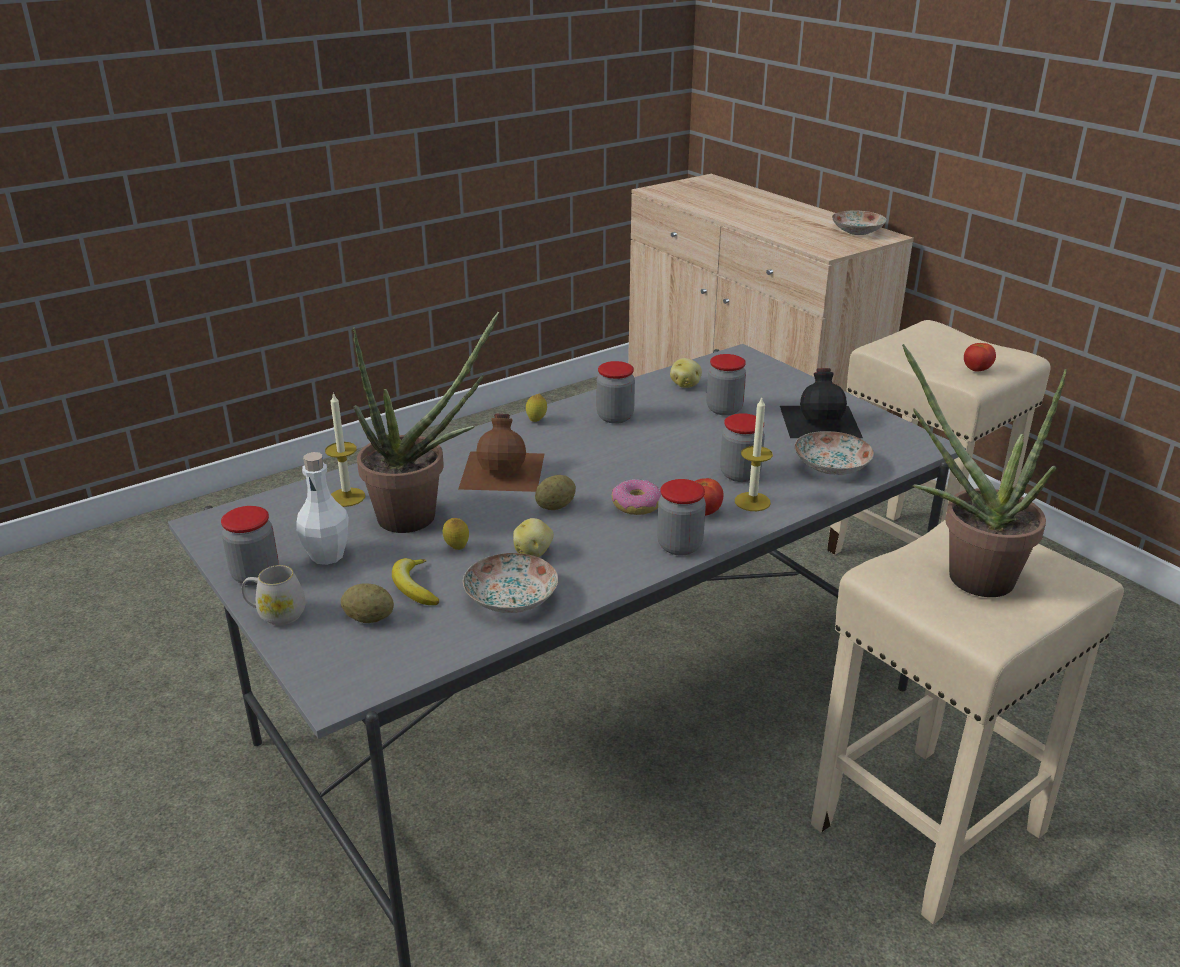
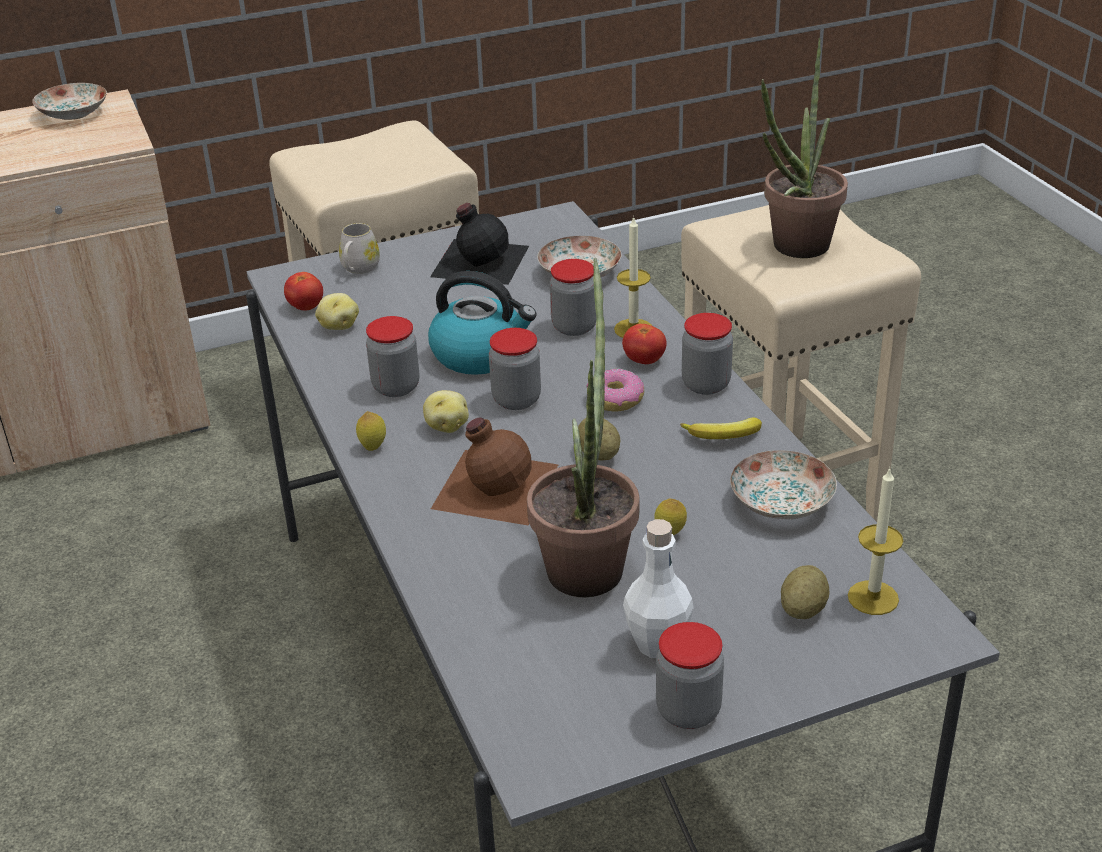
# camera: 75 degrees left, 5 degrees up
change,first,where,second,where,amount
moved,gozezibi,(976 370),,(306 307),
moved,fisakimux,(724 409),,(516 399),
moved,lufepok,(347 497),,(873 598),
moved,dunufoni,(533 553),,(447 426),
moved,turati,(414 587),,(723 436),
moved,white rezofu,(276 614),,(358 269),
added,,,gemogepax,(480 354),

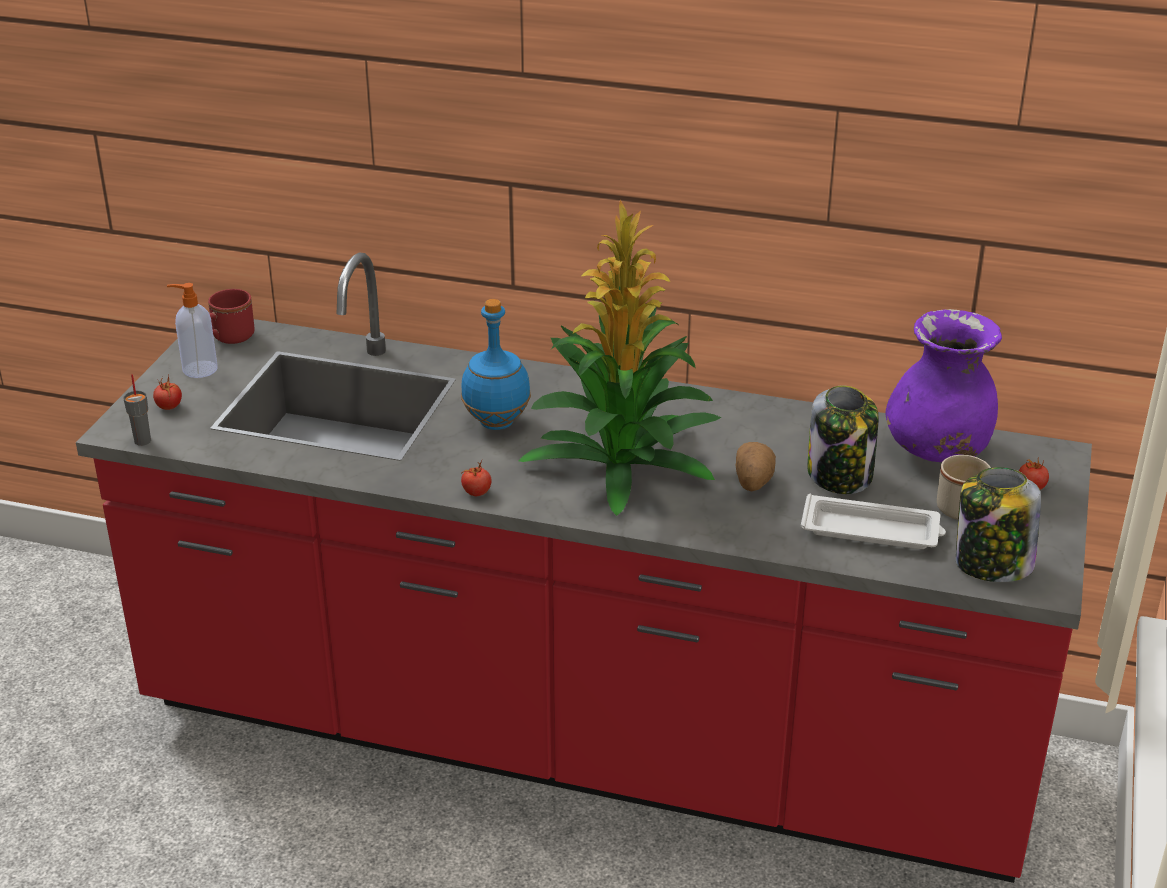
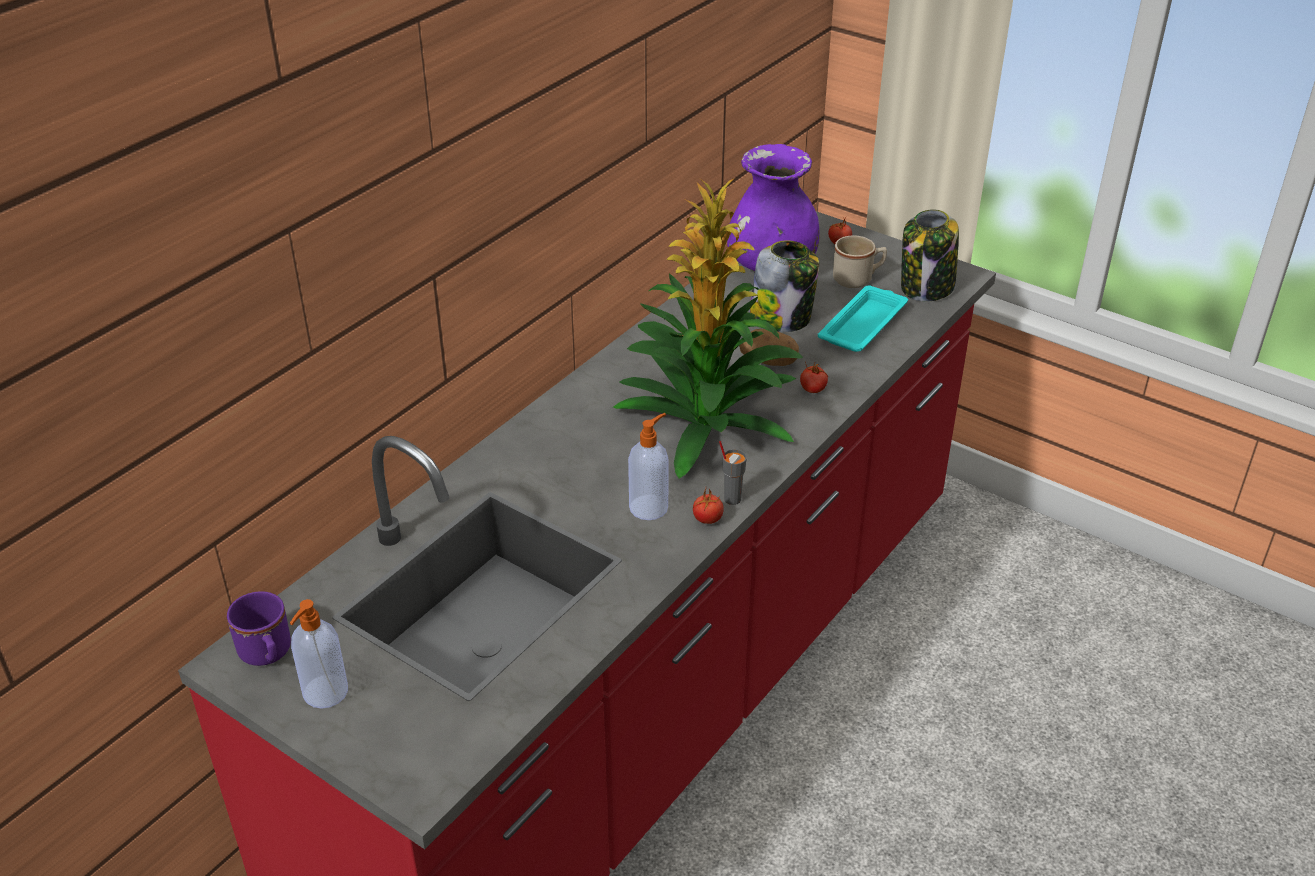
# camera: 70 degrees left, 5 degrees up
change,first,where,second,where,amount
recoloured,red rezofu,(229 338),purple rezofu,(267 655),
removed,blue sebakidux,(497 423),,,
moved,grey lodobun,(143 440),,(732 499),
moved,gozezibi,(169 407),,(813 389),
recoloured,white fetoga,(872 531),turquoise fetoga,(863 324),
added,,,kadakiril,(649 507),

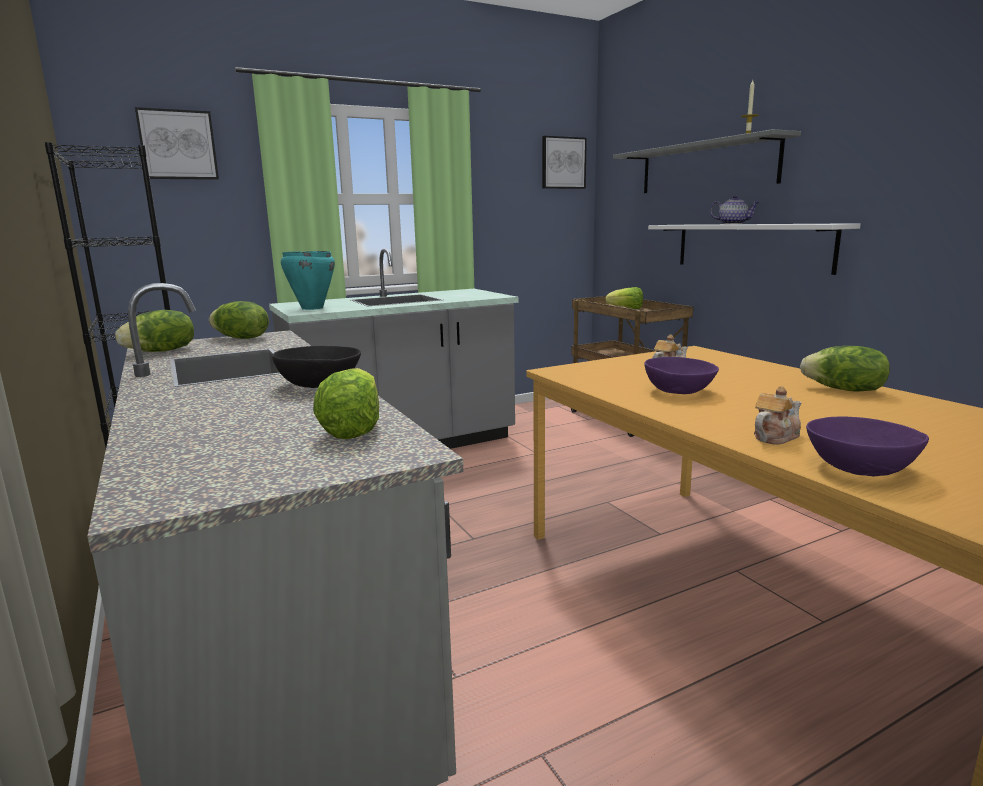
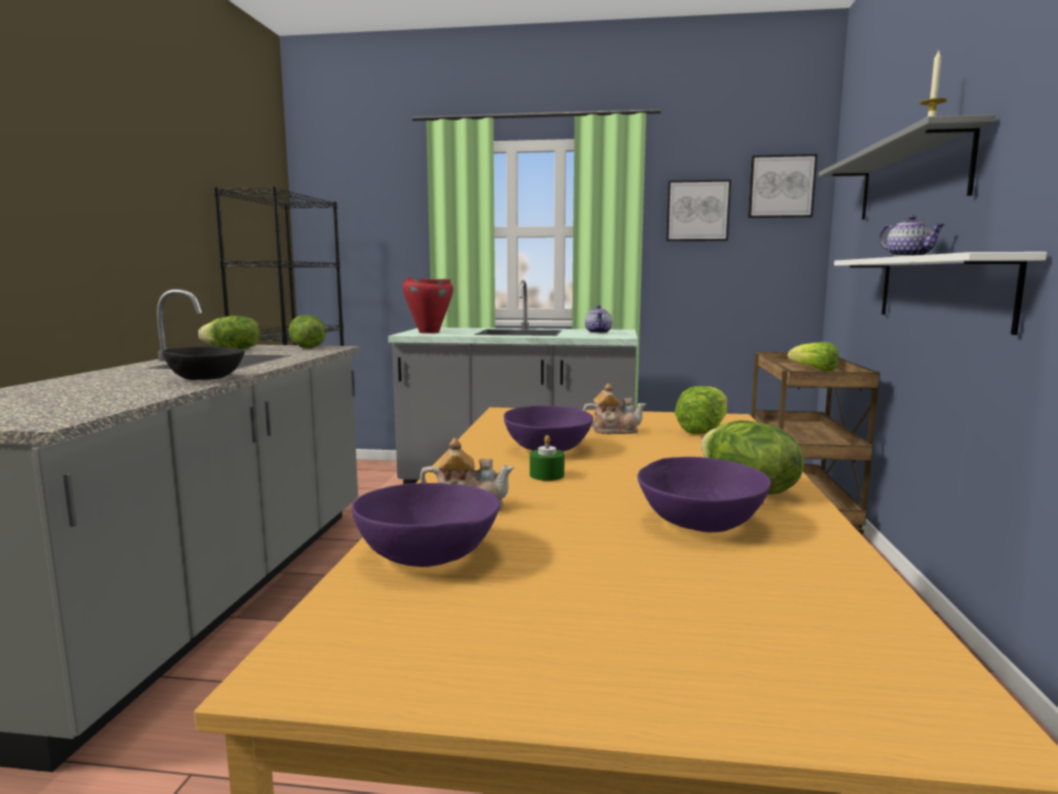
# camera: 35 degrees right, 5 degrees down
change,first,where,second,where,amount
moved,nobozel,(178 145),,(697 211),
recoloured,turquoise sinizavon,(311 308),red sinizavon,(428 332),
moved,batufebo,(353 428),,(703 430),
added,,,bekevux,(599 332),
added,,,green lufepok,(547 475),
added,,,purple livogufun,(701 523),

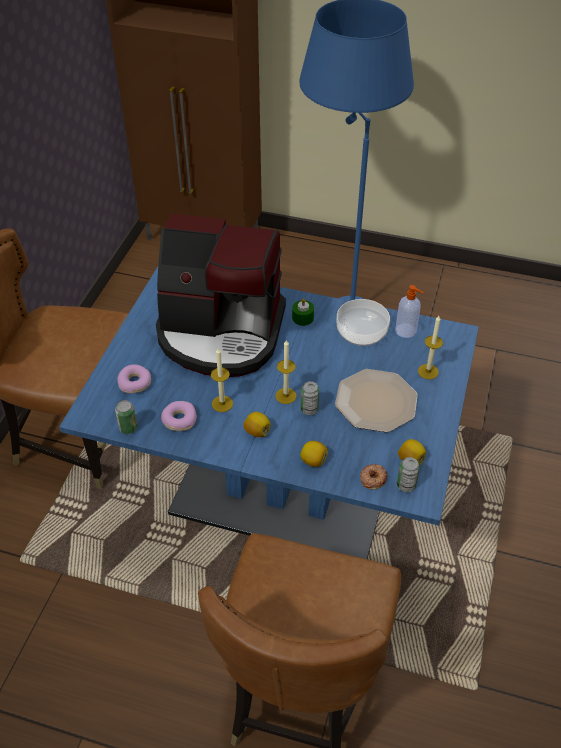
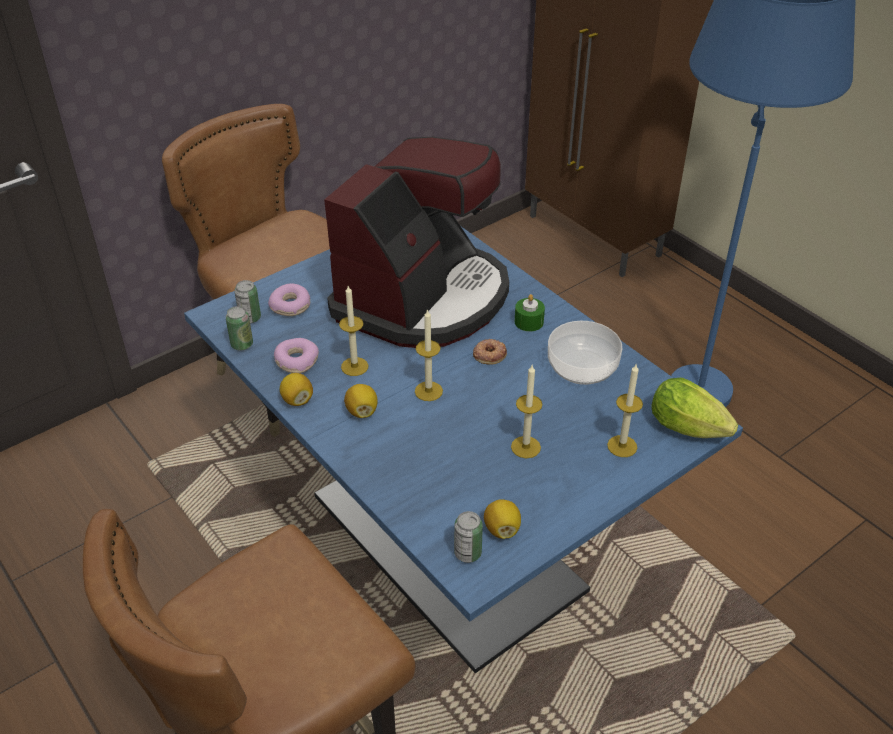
# camera: 35 degrees right, 5 degrees down
change,first,where,second,where,amount
turned,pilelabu,(221 333),,(423 298),105 degrees counterclockwise
removed,kadakiril,(406 331),,,
replaced,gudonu,(376 401),lufepok,(525 447),
moved,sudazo,(309 409),,(250 318),
moved,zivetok,(313 461),,(297 400),
moved,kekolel,(372 478),,(489 354),
added,,,batufebo,(691 430),

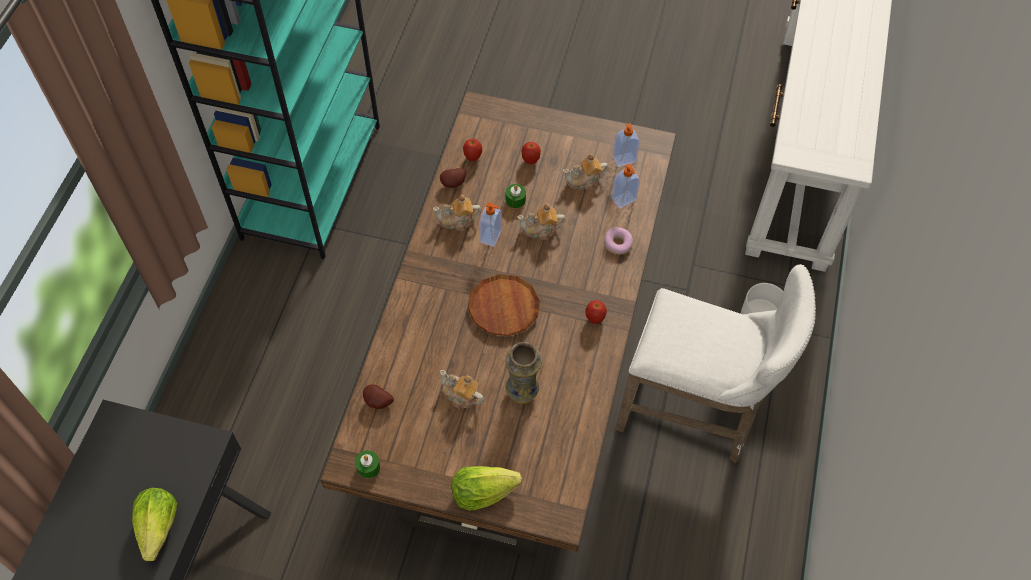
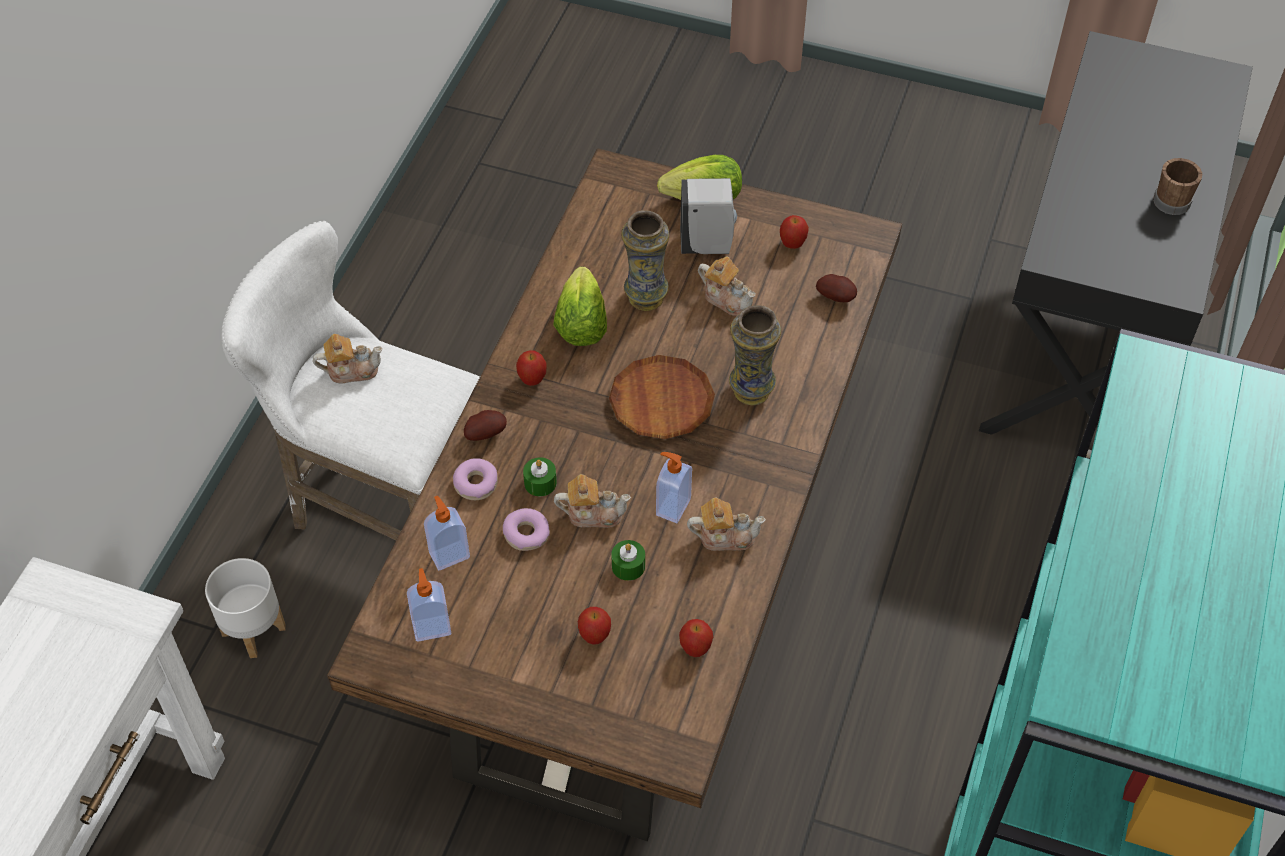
# camera: 175 degrees left, 5 degrees down
change,first,where,second,where,amount
moved,bekevux,(584 181),,(351 370),
moved,dunufoni,(454 184),,(485 433),
moved,green lufepok,(368 467),,(540 483),
moved,batufebo,(159 527),,(581 325),
added,,,brown rezofu,(1173 199),
added,,,white kadakiril,(708 245),
added,,,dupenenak,(792 244),
added,,,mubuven,(750 391),
added,,,kekolel,(526 534),

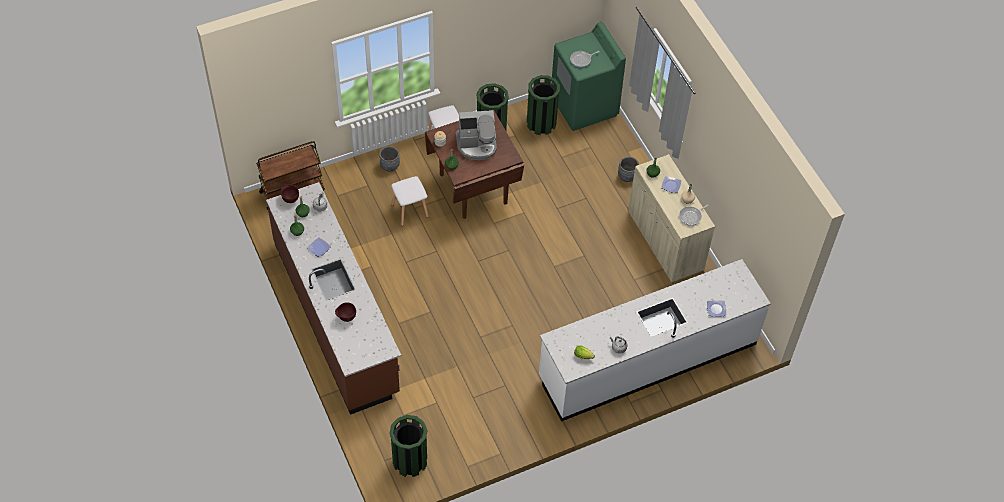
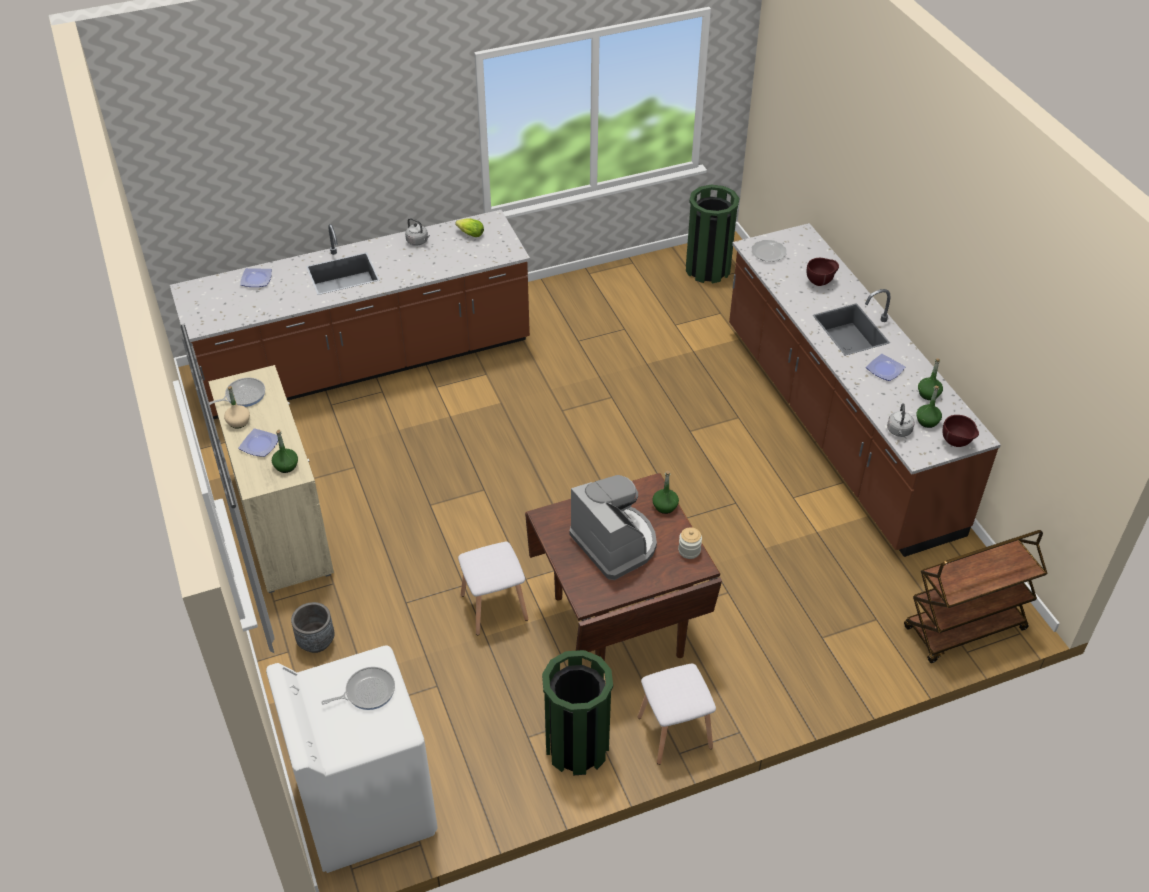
# camera: 175 degrees left, 10 degrees down
change,first,where,second,where,amount
recoloured,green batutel,(584 106),white batutel,(365 805),
removed,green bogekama,(541 123),,,
turned,pilelabu,(477 145),,(615 543),60 degrees clockwise
removed,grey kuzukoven,(389 166),,,
moved,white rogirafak,(409 210),,(495 608),
recoloured,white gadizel,(647 360),brown gadizel,(365 363),
added,,,gudonu,(768 252),

